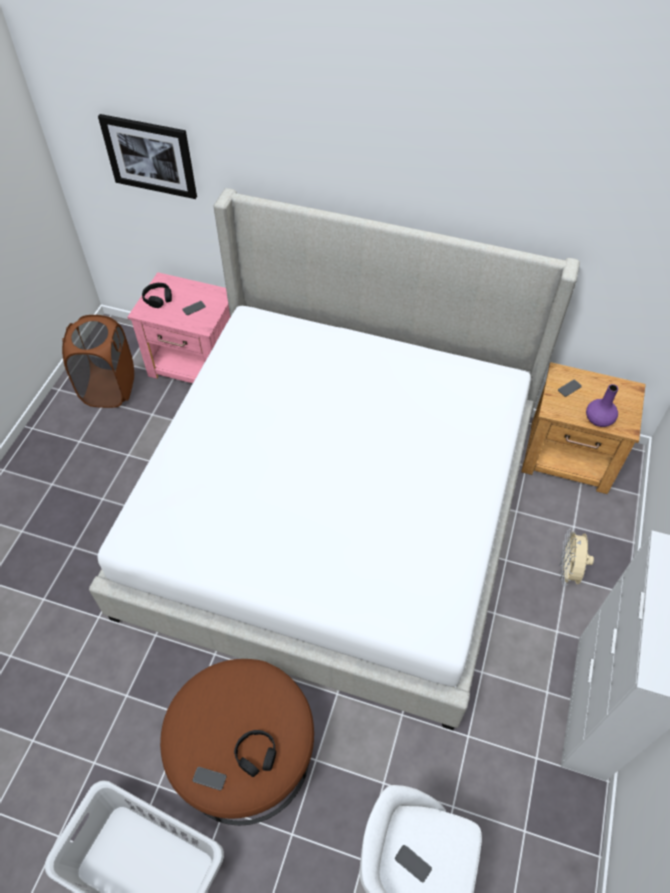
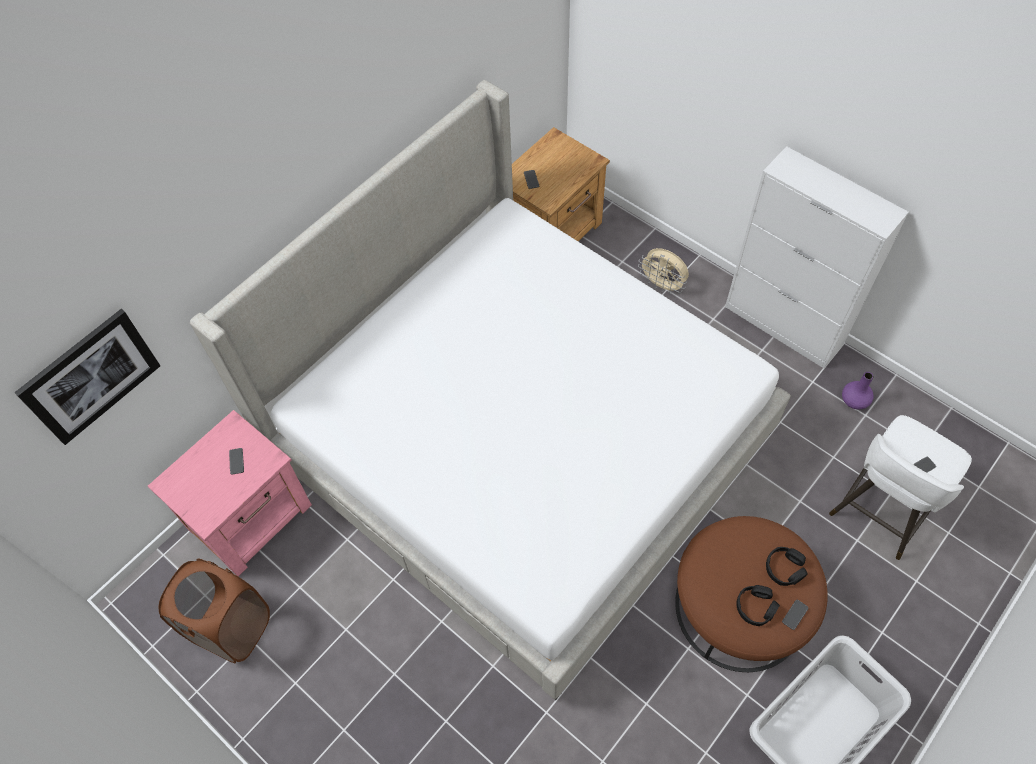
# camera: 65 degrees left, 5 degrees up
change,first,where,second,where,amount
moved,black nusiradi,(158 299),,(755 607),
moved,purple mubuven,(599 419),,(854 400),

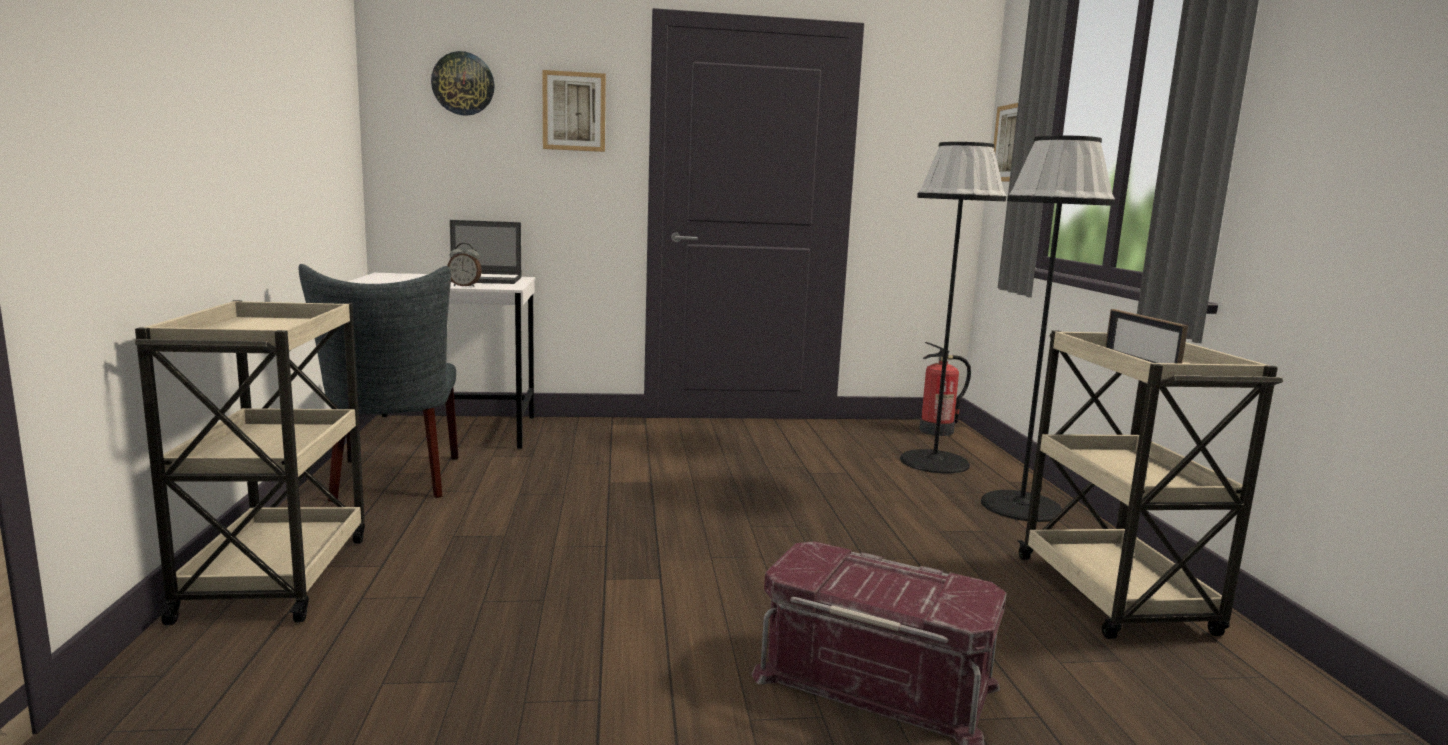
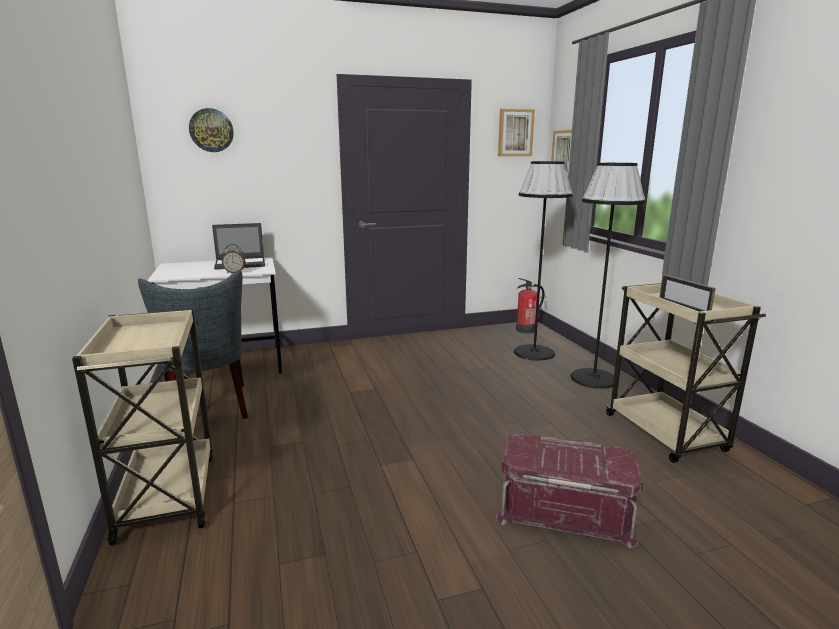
# camera: 10 degrees left, 5 degrees up
change,first,where,second,where,amount
moved,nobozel,(574 111),,(515 133),

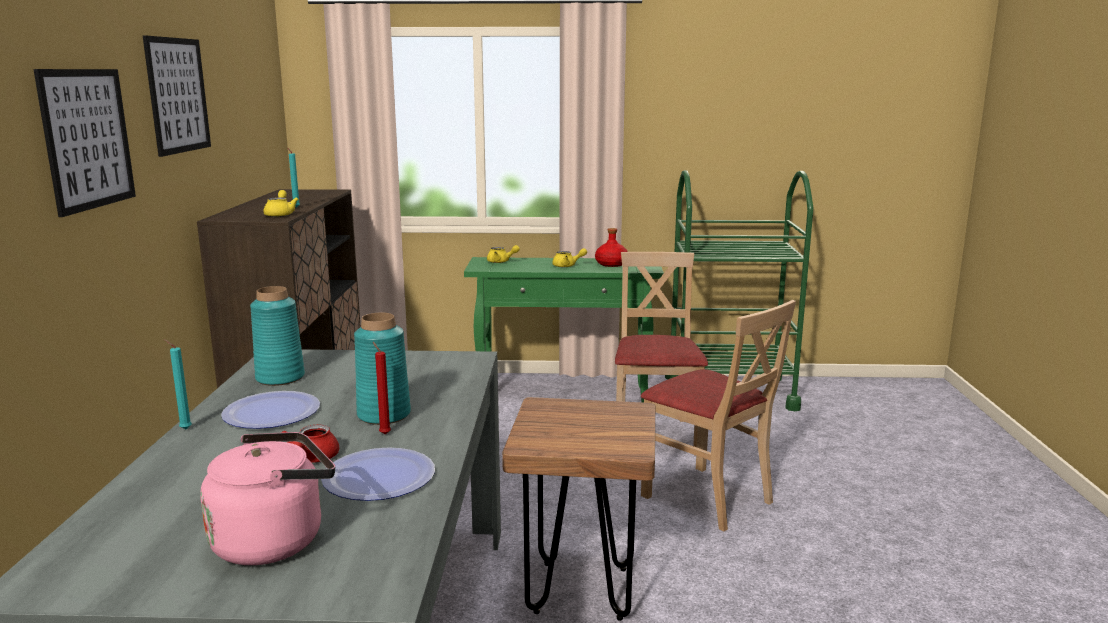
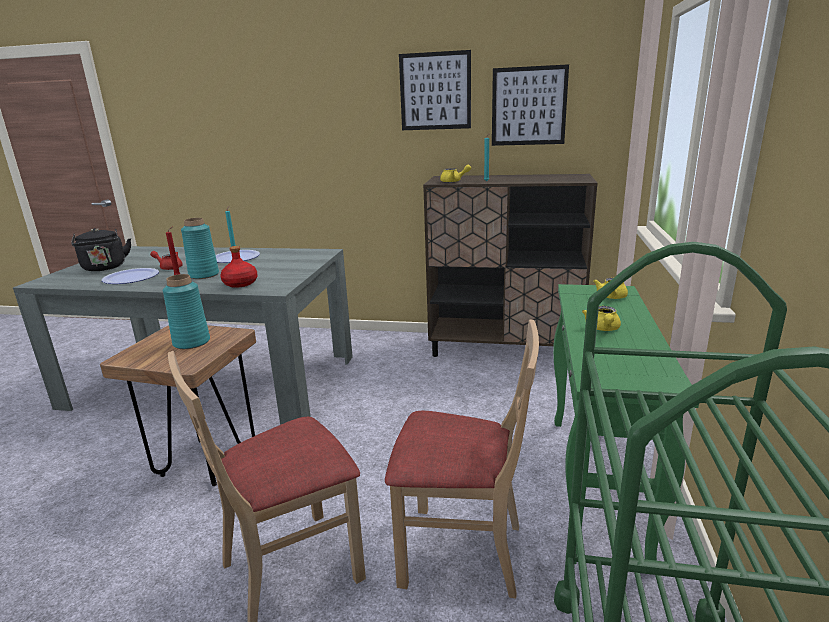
# camera: 100 degrees right, 5 degrees up
change,first,where,second,where,amount
moved,nobozel,(87 139),,(528 106),
moved,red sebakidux,(611 264),,(241 283),
moved,turquoise mubuven,(280 378),,(191 342),
recoloured,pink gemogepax,(274 540),black gemogepax,(105 268),

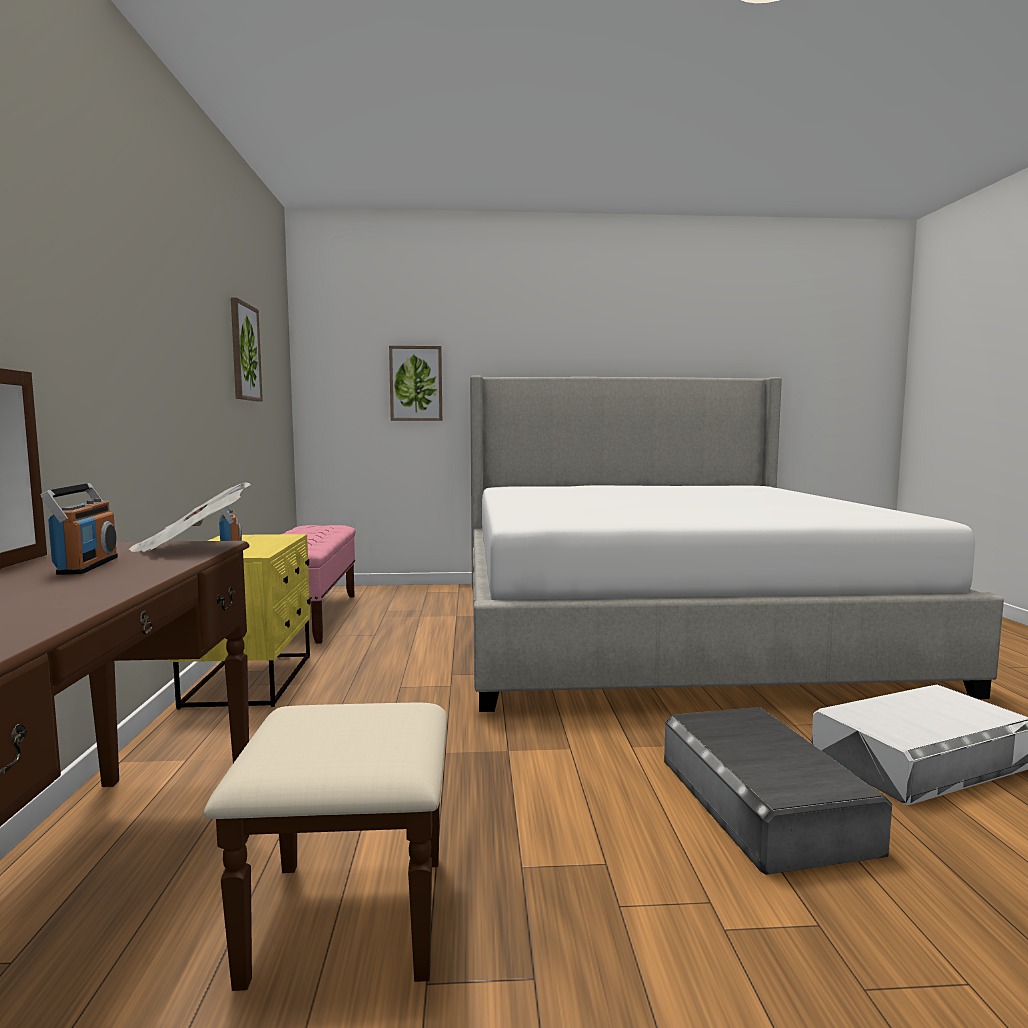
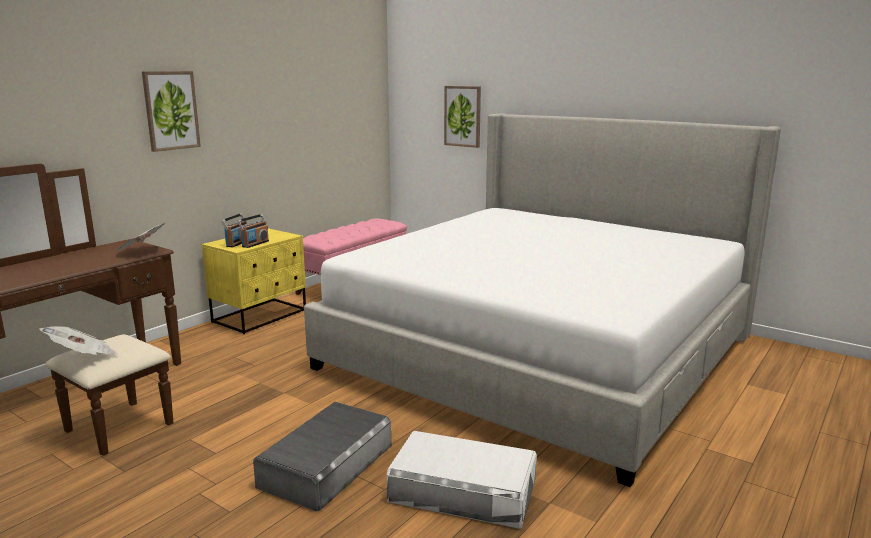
# camera: 40 degrees right, 10 degrees up
change,first,where,second,where,amount
moved,nobozel,(244 352),,(171 110),
moved,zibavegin,(87 566),,(255 244),
added,,,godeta,(83 357),

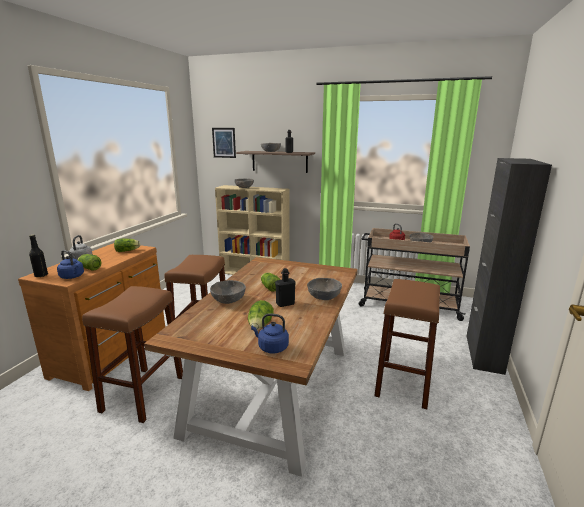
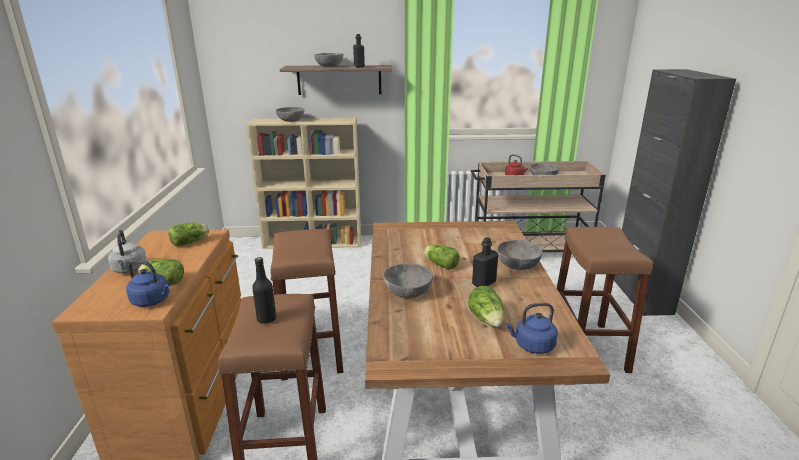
# camera: 20 degrees left, 5 degrees up
change,first,where,second,where,amount
removed,nobozel,(224 142),,,
moved,black sebakidux,(41 275),,(266 319),

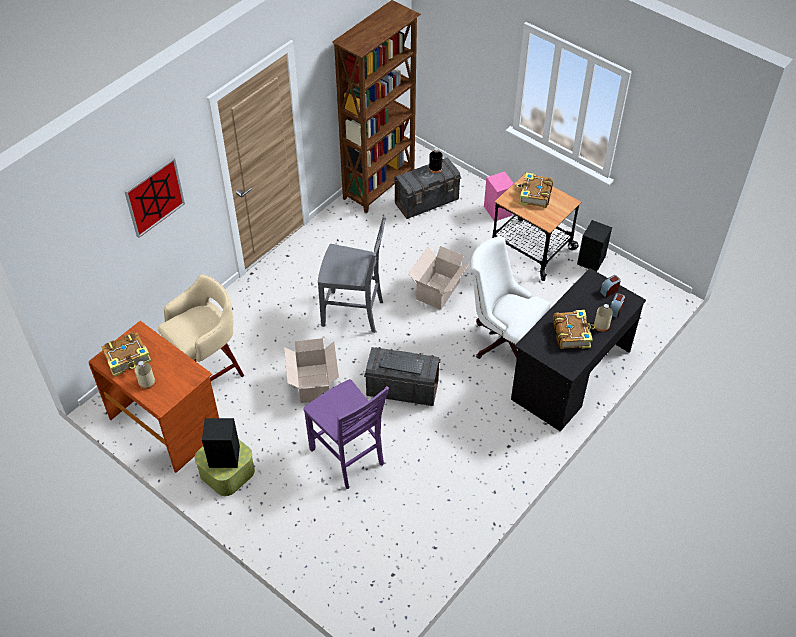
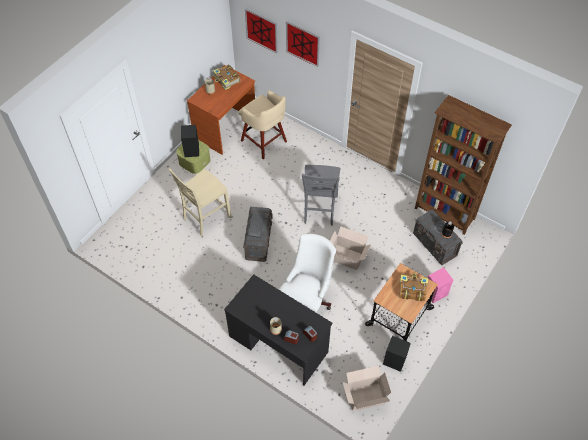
# camera: 85 degrees right, 5 degrees up
change,first,where,second,where,amount
removed,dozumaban,(572 333),,,
moved,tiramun,(313 384),,(364 397),
recoloured,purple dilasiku,(348 457),beige dilasiku,(205 217),
added,,,nobozel,(261 30),

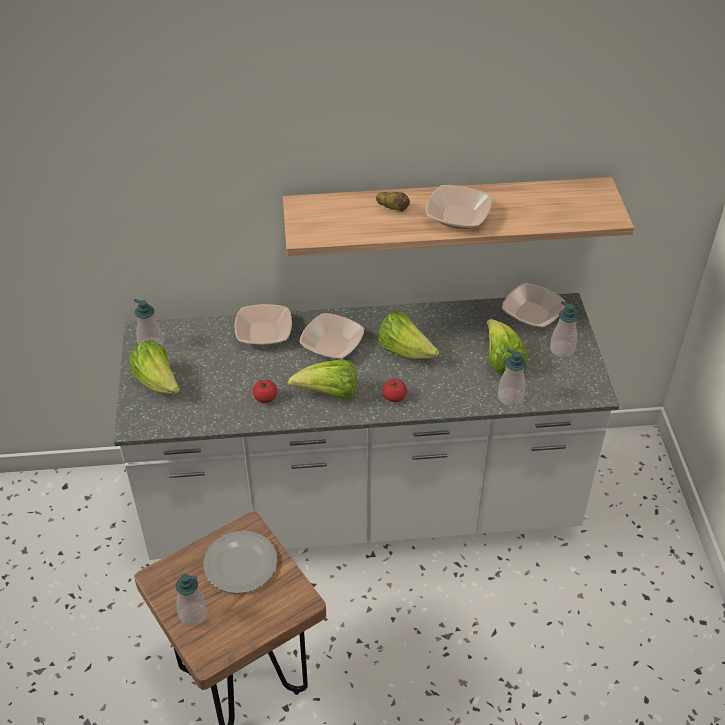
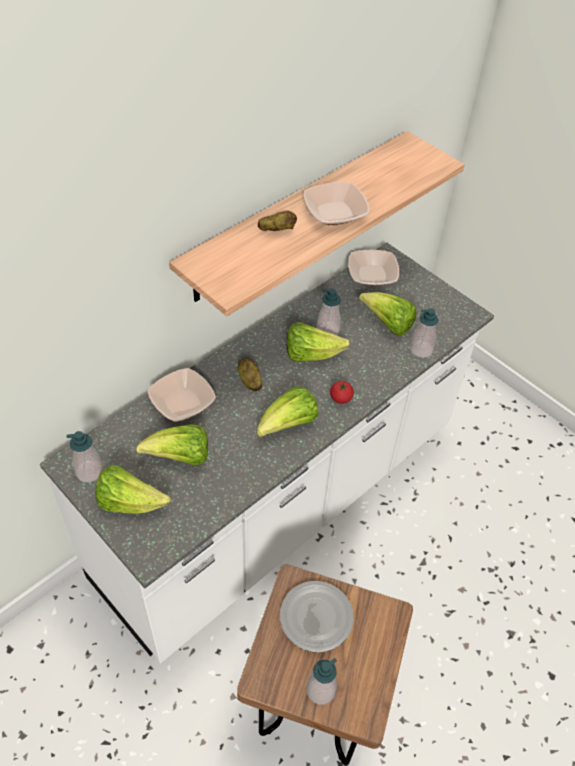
# camera: 40 degrees left, 5 degrees up
change,first,where,second,where,amount
moved,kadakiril,(562 349),,(328 330),
replaced,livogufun,(332 344),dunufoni,(249 381),
removed,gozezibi,(265 398),,,
added,,,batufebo,(180 457),

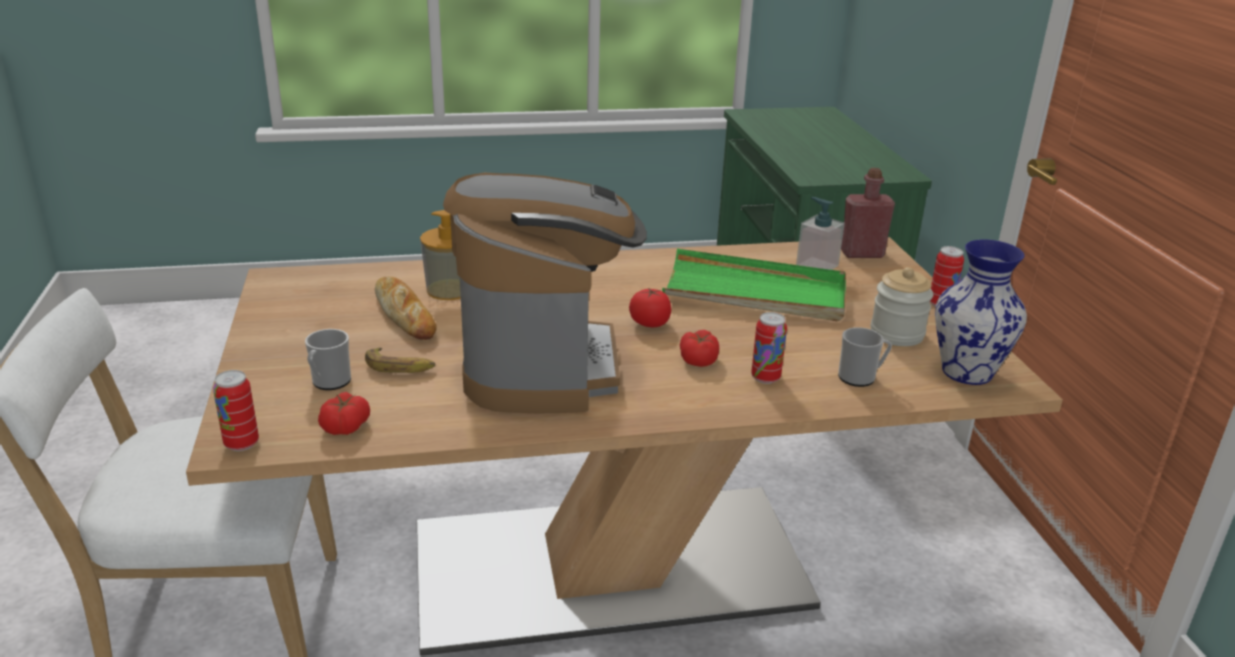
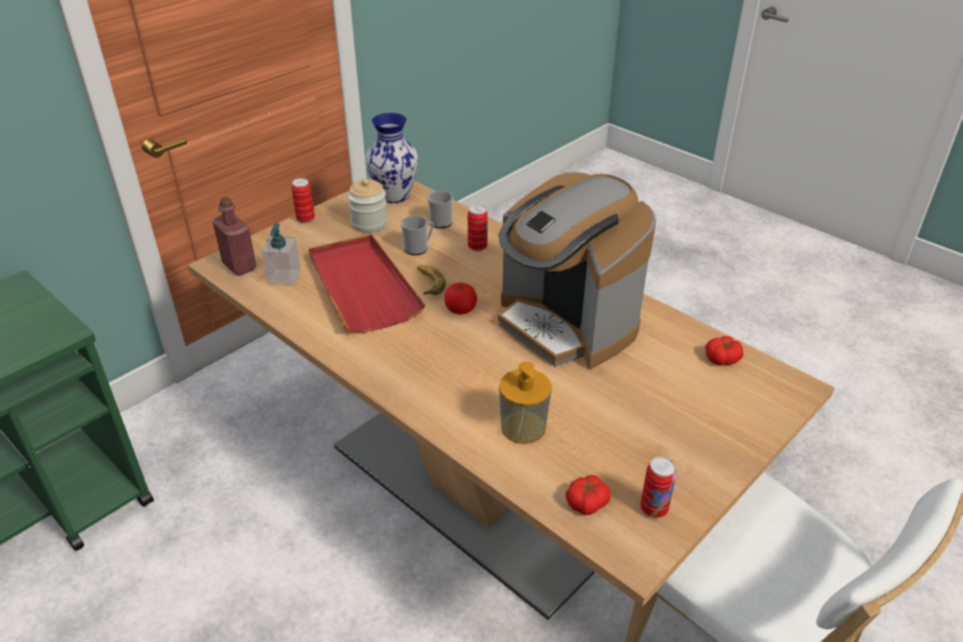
# camera: 125 degrees left, 10 degrees up
change,first,where,second,where,amount
turned,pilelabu,(543 365),,(566 324),90 degrees counterclockwise
recoloured,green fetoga,(755 292),red fetoga,(362 286),
removed,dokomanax,(405 314),,,
moved,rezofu,(329 383),,(418 248),
moved,gozezibi,(698 359),,(586 502),
moved,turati,(400 366),,(429 283),
moved,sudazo,(241 443),,(653 509),

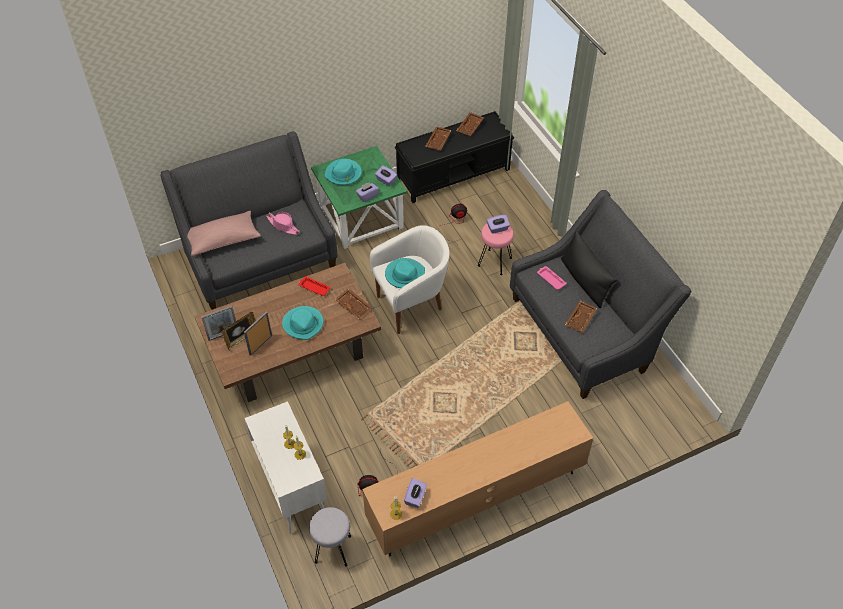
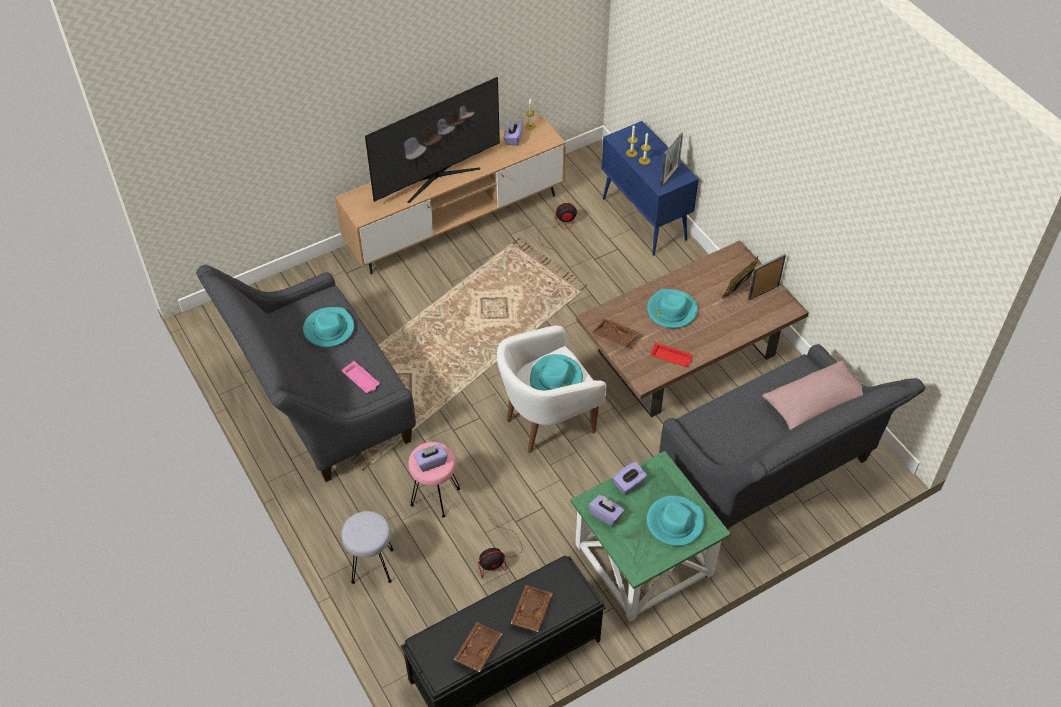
# camera: 175 degrees right, 0 degrees up
change,first,where,second,where,amount
removed,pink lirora,(283 226),,,
removed,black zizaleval,(584 281),,,
replaced,brown fetoga,(581 320),turquoise lirora,(329 329),
moved,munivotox,(260 345),,(670 175),
recoloured,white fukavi,(291 488),blue fukavi,(645 220),
moved,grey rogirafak,(333 549),,(371 565),
added,,,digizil,(437 177),

